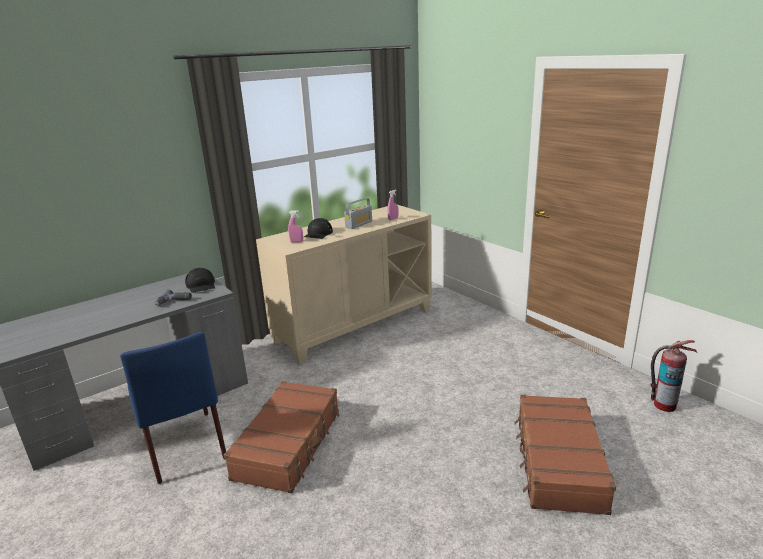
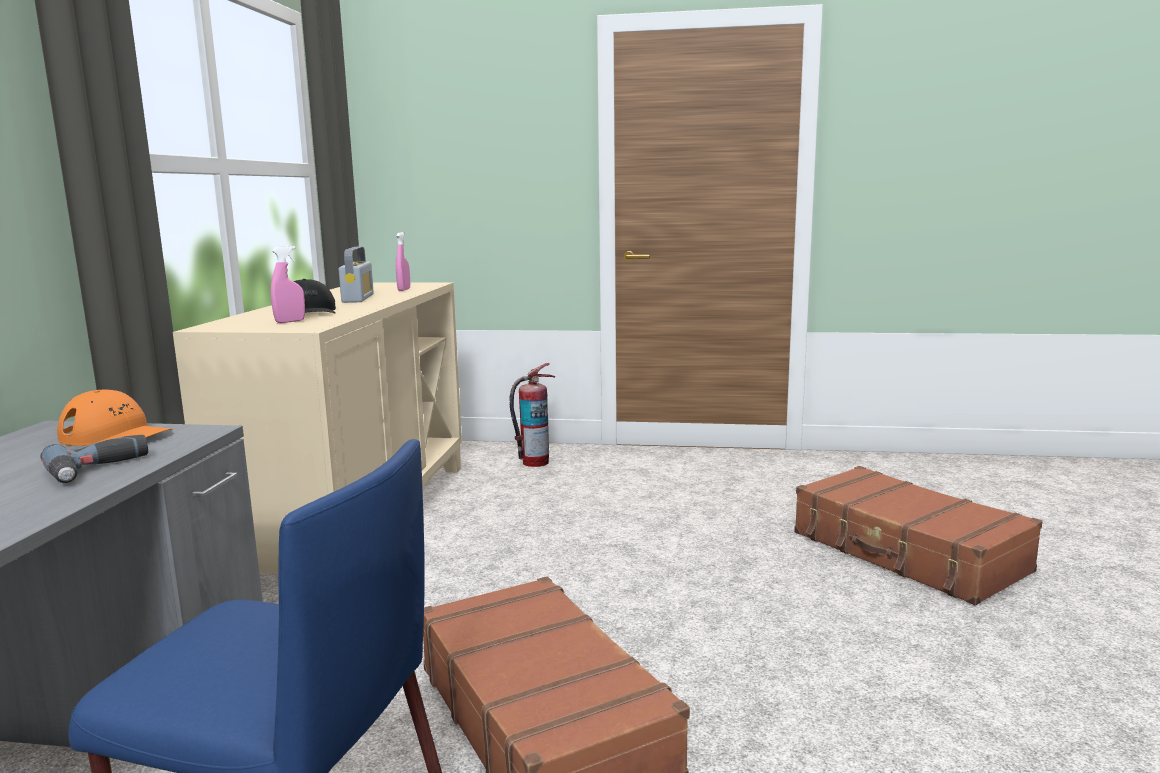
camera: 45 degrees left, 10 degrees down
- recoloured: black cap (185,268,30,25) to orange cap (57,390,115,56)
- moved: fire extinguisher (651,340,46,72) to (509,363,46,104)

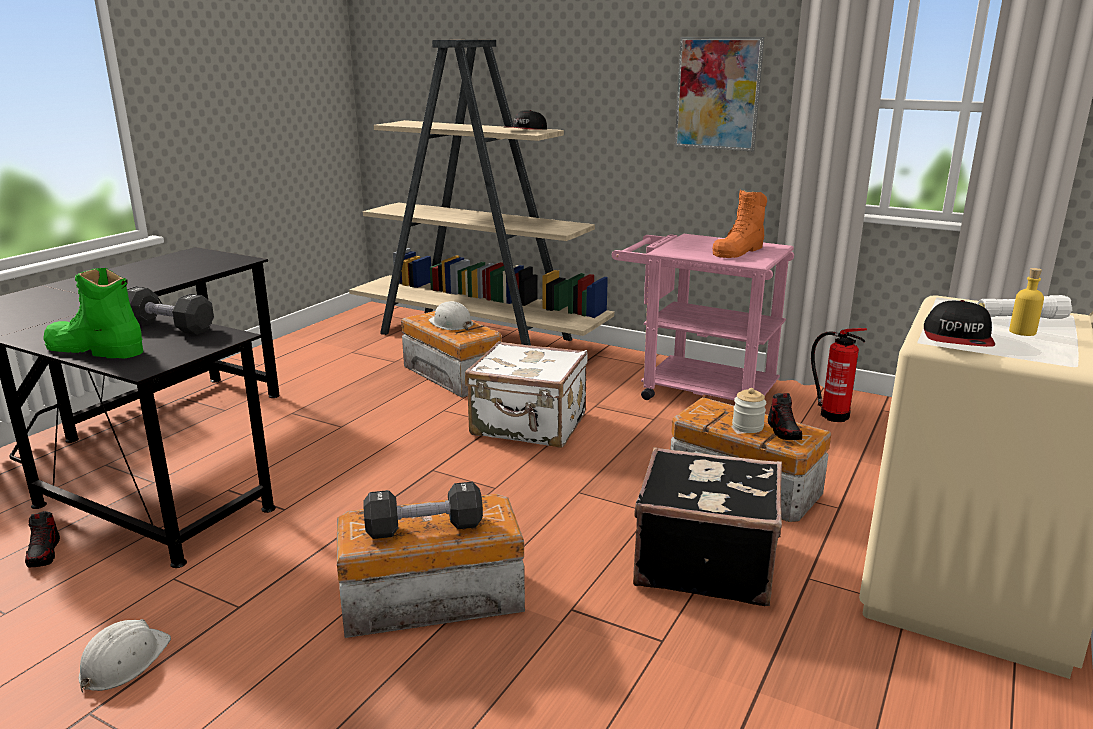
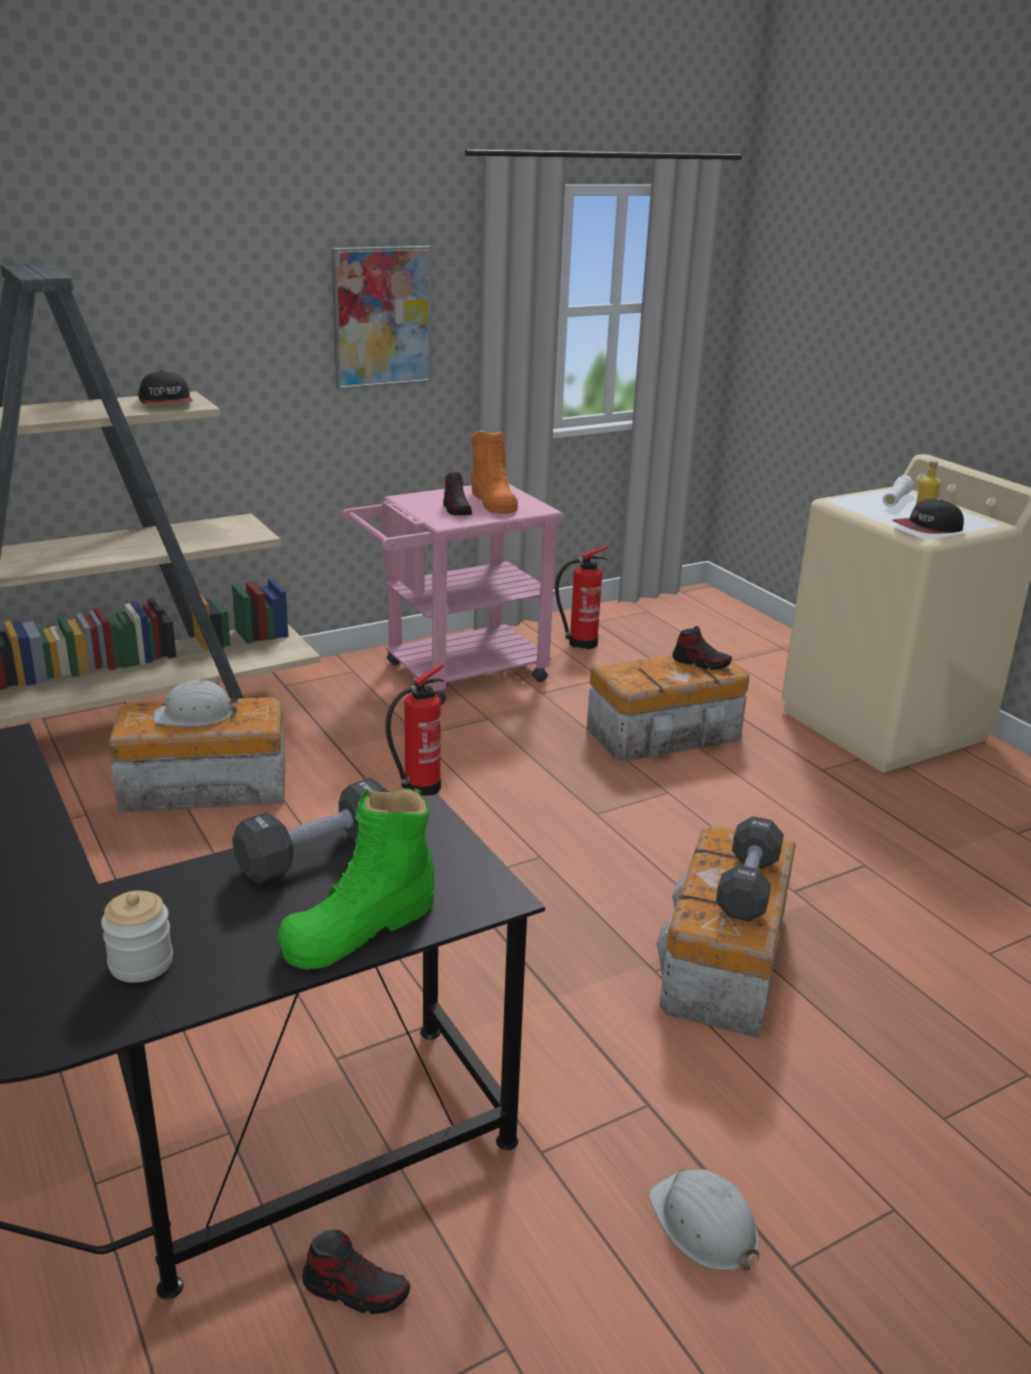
camera: 60 degrees left, 5 degrees up
- turned: cap (924,300,71,47) = (892,499,72,35) 105 degrees clockwise
- replaced: white suitcase (465,341,123,107) to fire extinguisher (386,664,58,132)
- moved: jar (732,388,34,45) to (101,890,72,93)
- removed: black suitcase (633,447,149,159)
- added: shoe (443,472,29,44)

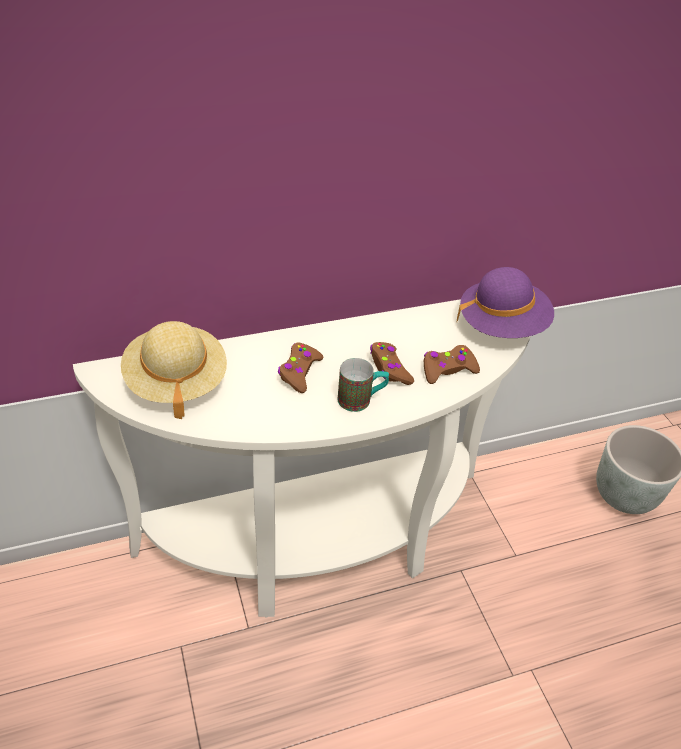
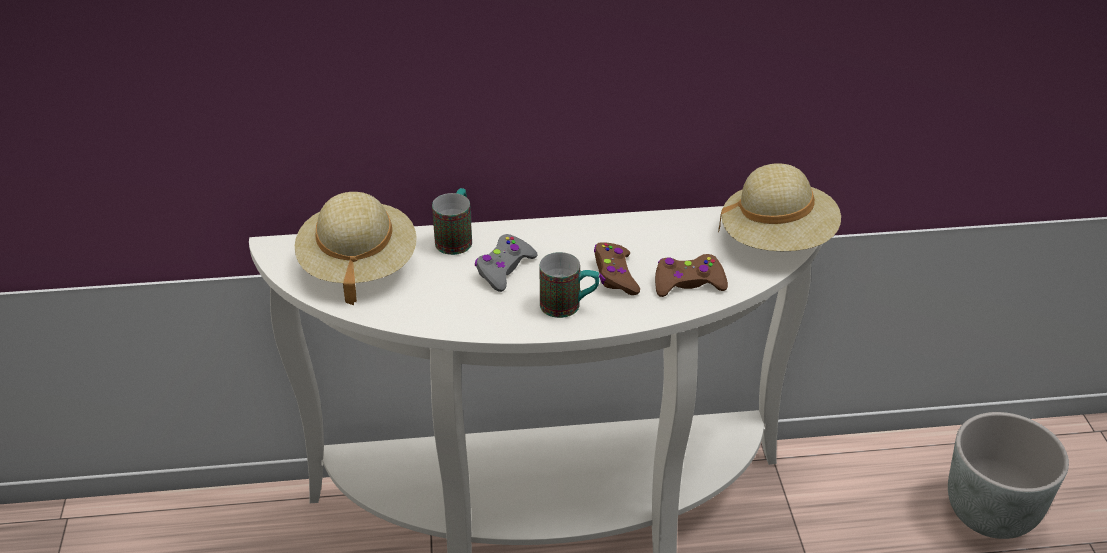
camera: 15 degrees right, 5 degrees down
- recoloured: purple hat (456,267,98,71) to beige hat (718,163,123,88)
- recoloured: brown game controller (278,342,45,51) to grey game controller (475,234,63,58)
- added: mug (432,188,40,67)

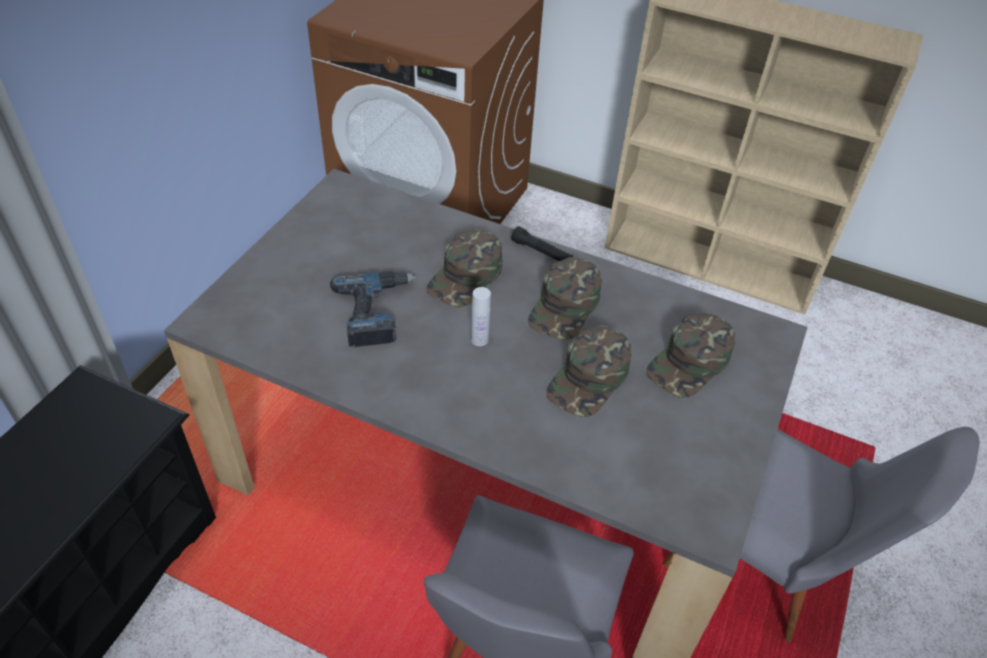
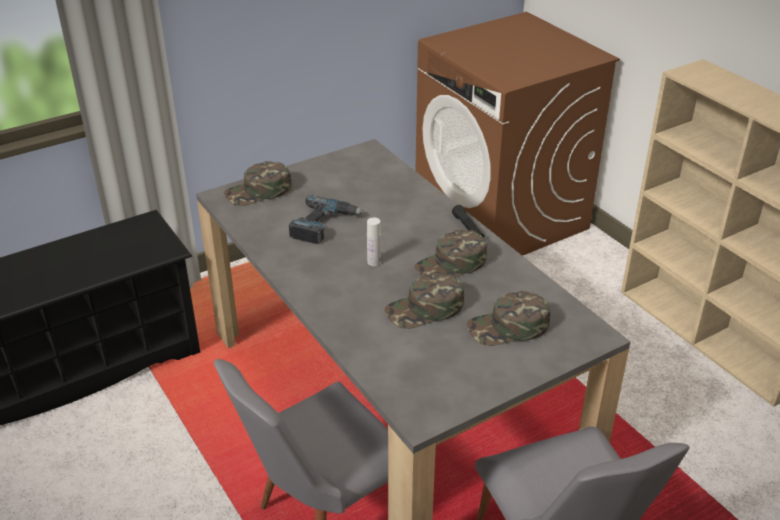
camera: 35 degrees right, 10 degrees down
- moved: green cap (426,229,77,78) to (224,161,68,45)

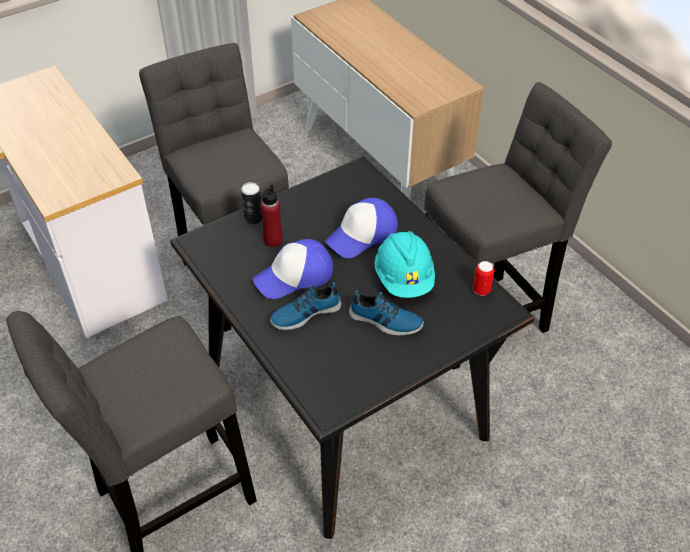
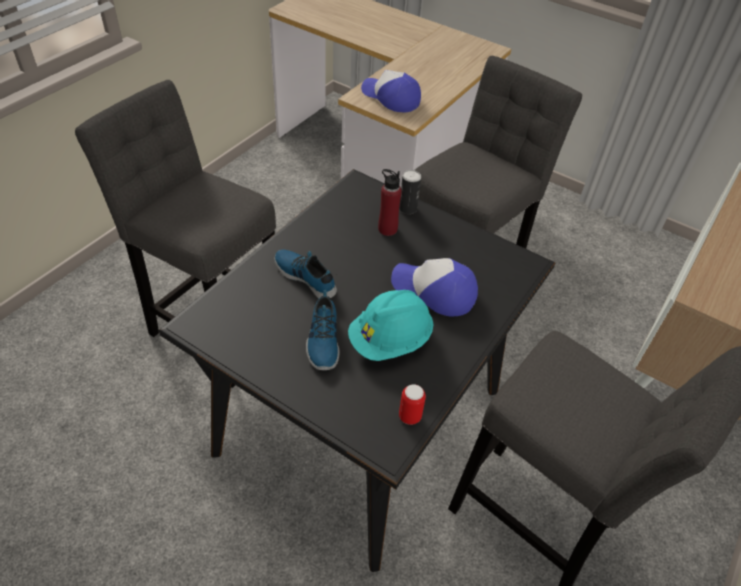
camera: 65 degrees right, 0 degrees up
- moved: cap (253,239,80,60) to (361,70,60,42)

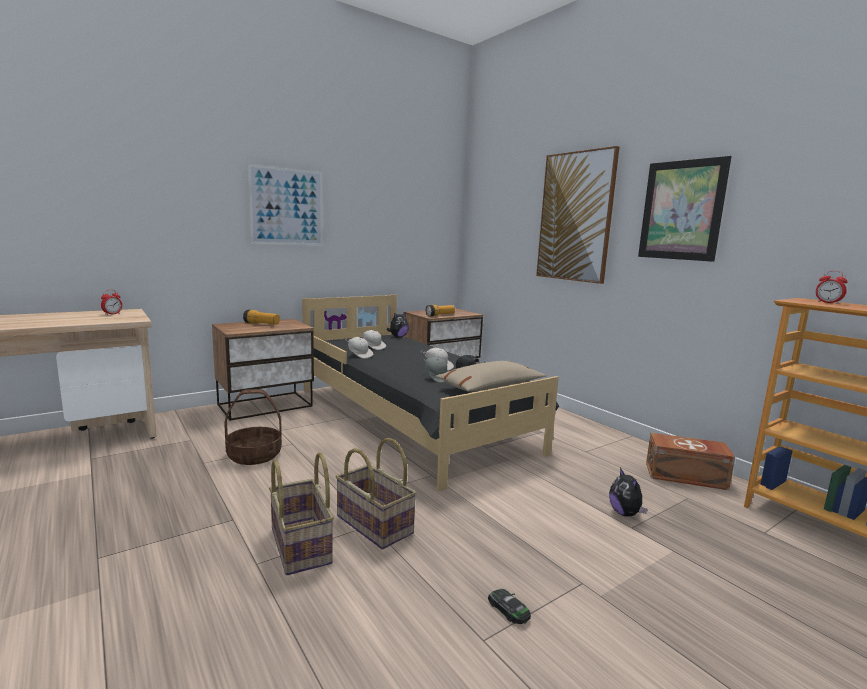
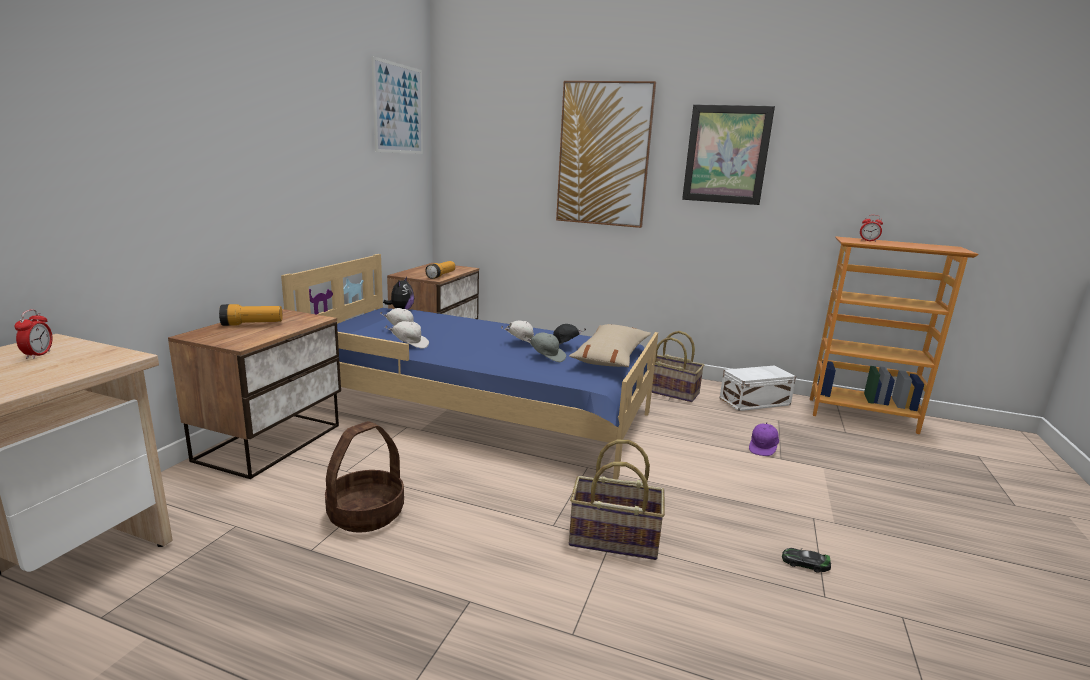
camera: 35 degrees left, 5 degrees up
- moved: picture (248,164,75,82) to (371,56,52,98)
- recoloured: black bed (302,294,257,198) to blue bed (281,254,377,226)
- recoloured: brown storage box (646,433,89,57) to white storage box (719,365,77,46)
- moved: basket (269,452,65,123) to (652,331,52,71)
- replaced: plush toy (609,468,39,48) to purple cap (749,423,30,33)

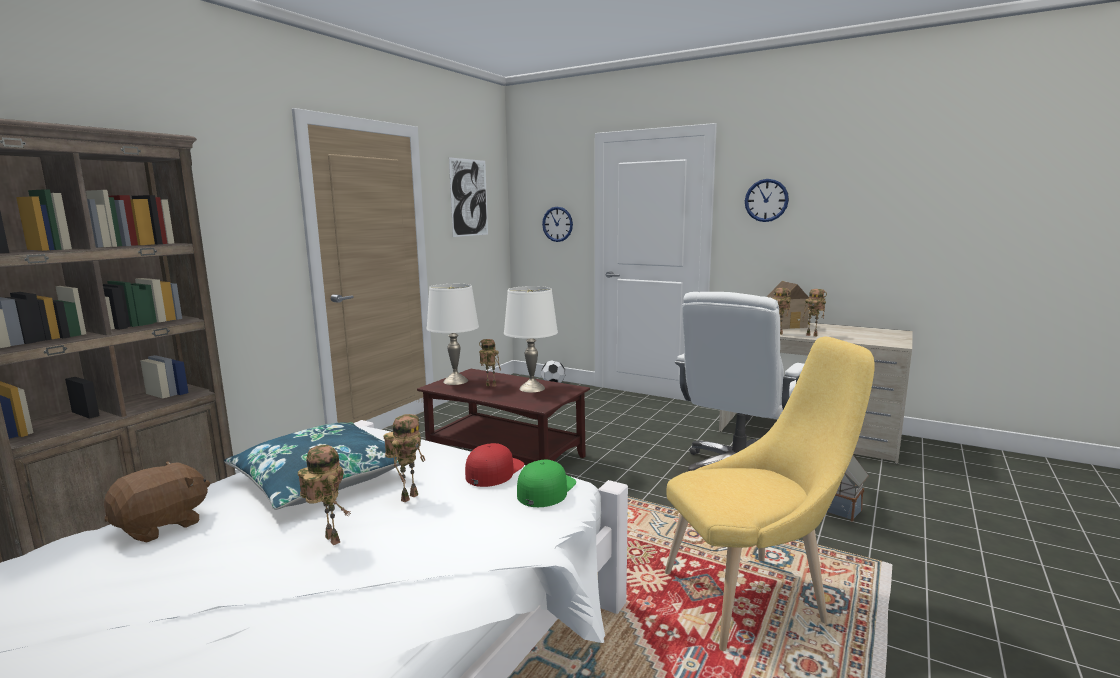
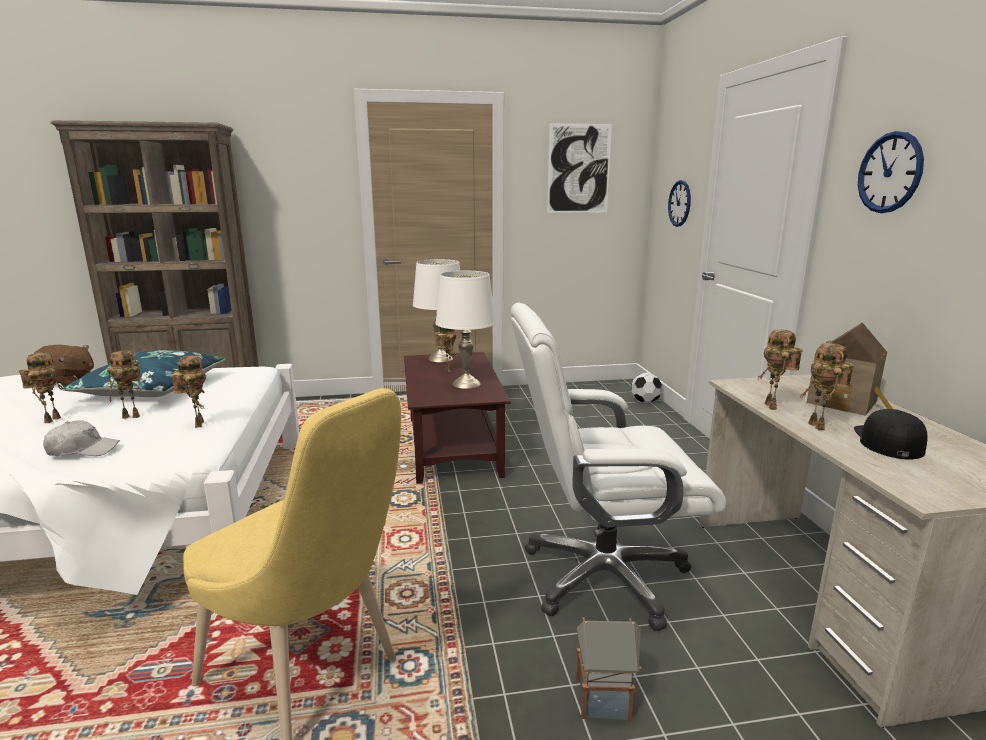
camera: 50 degrees right, 5 degrees up
- replaced: red cap (465,443,59,44) to toy robot (171,355,35,73)
- removed: green cap (517,460,59,47)
- added: black cap (854,409,74,50)
- added: white cap (43,420,77,36)

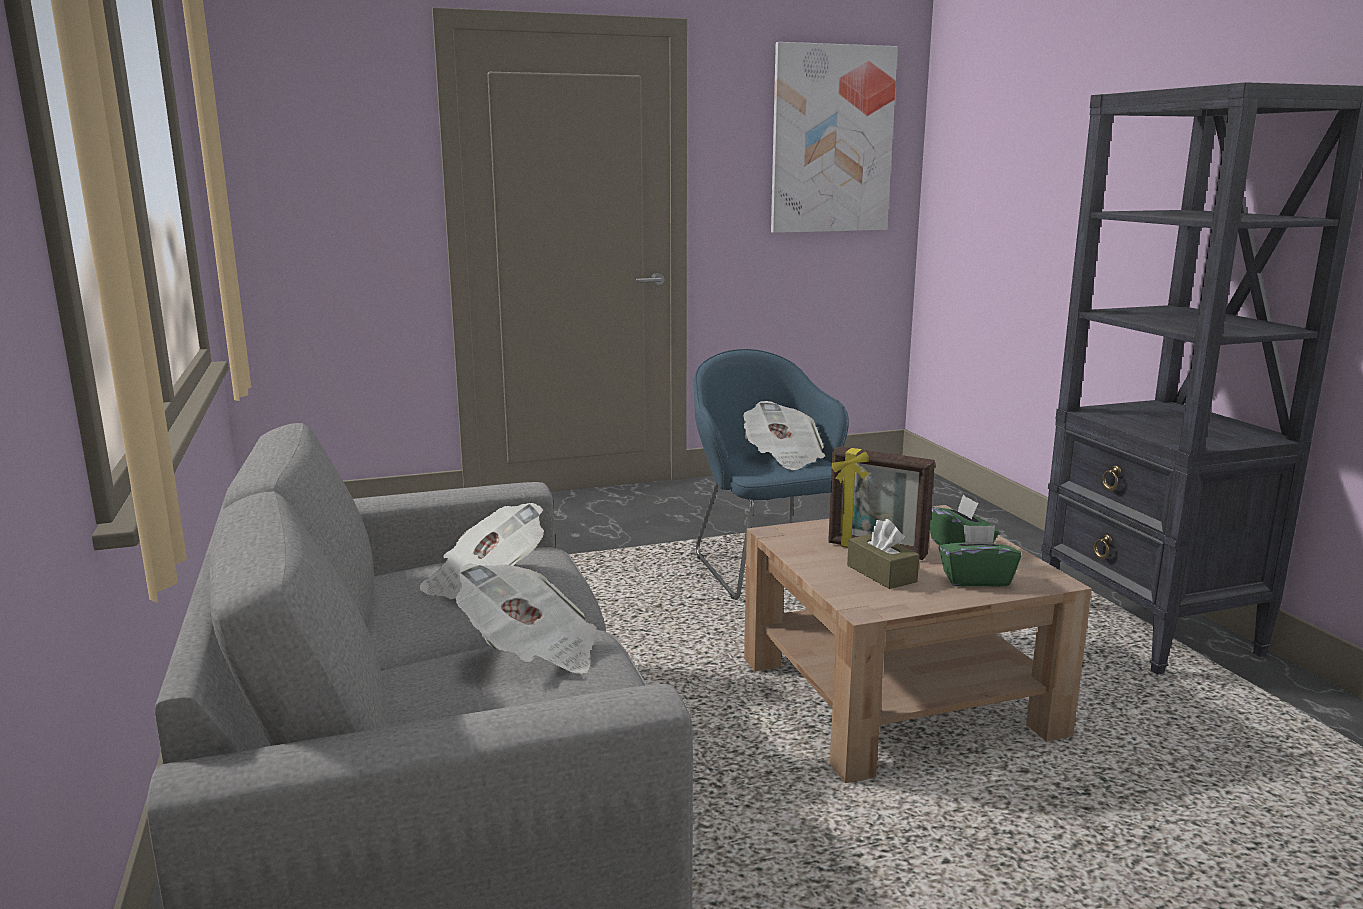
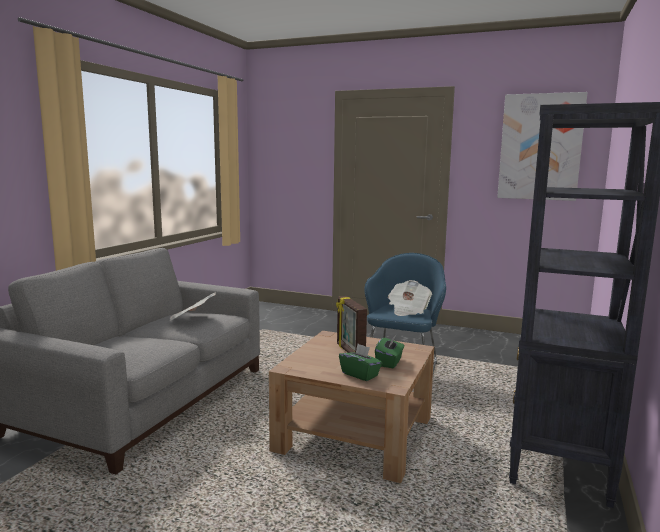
camera: 40 degrees right, 5 degrees down
- removed: brown tissue box (847,519,72,70)
- removed: newspaper (455,564,142,110)

